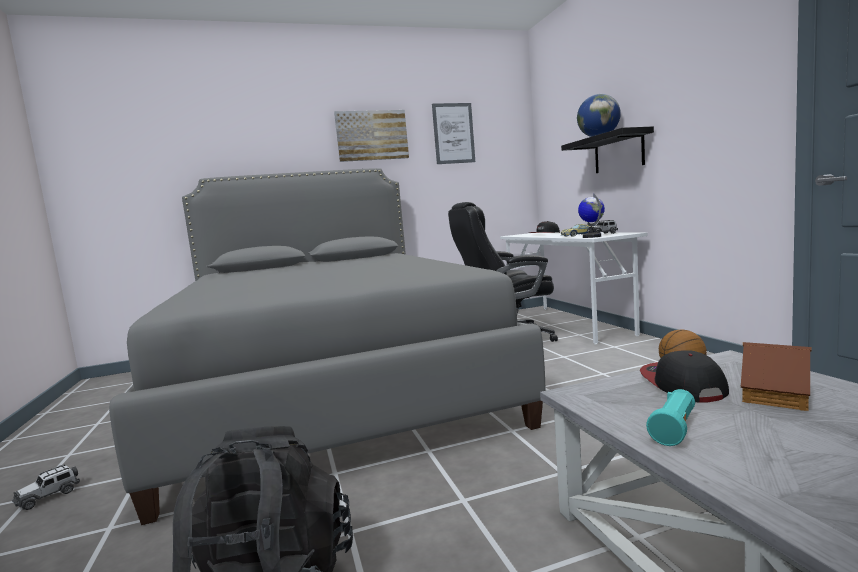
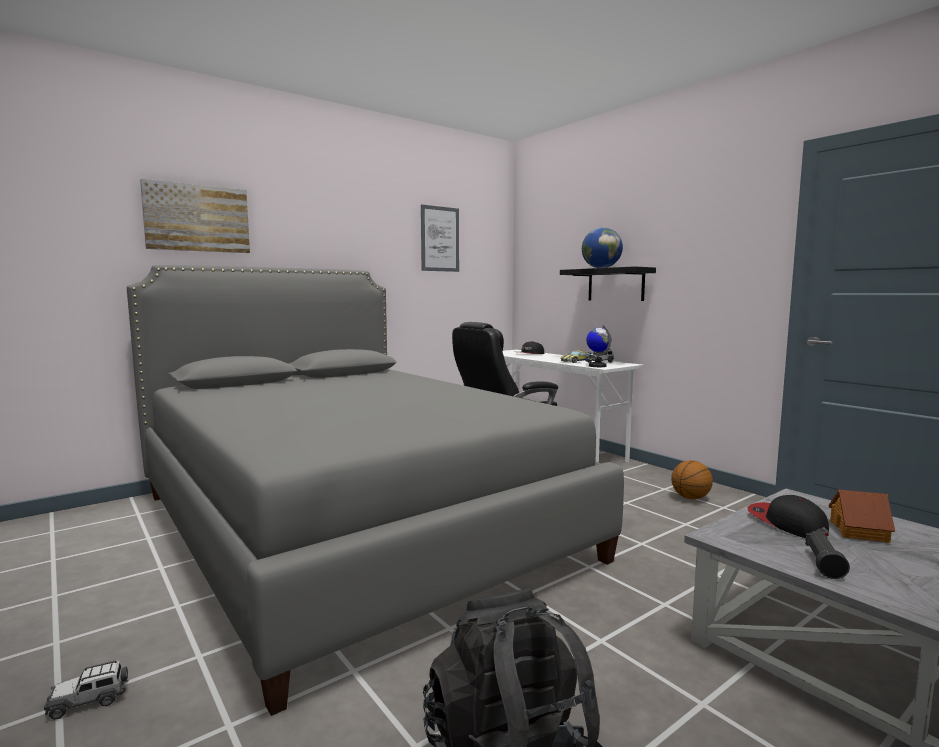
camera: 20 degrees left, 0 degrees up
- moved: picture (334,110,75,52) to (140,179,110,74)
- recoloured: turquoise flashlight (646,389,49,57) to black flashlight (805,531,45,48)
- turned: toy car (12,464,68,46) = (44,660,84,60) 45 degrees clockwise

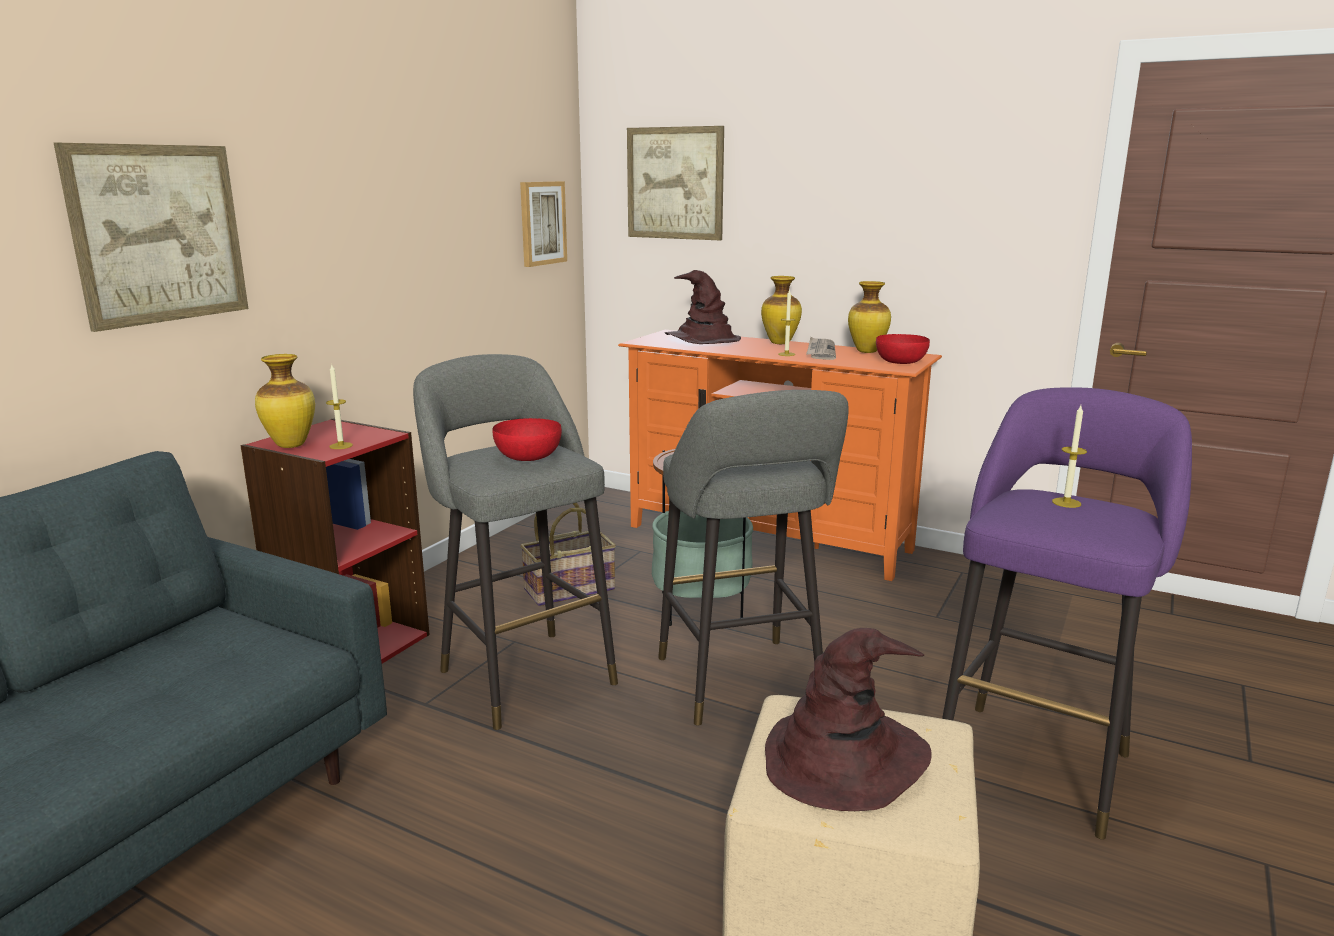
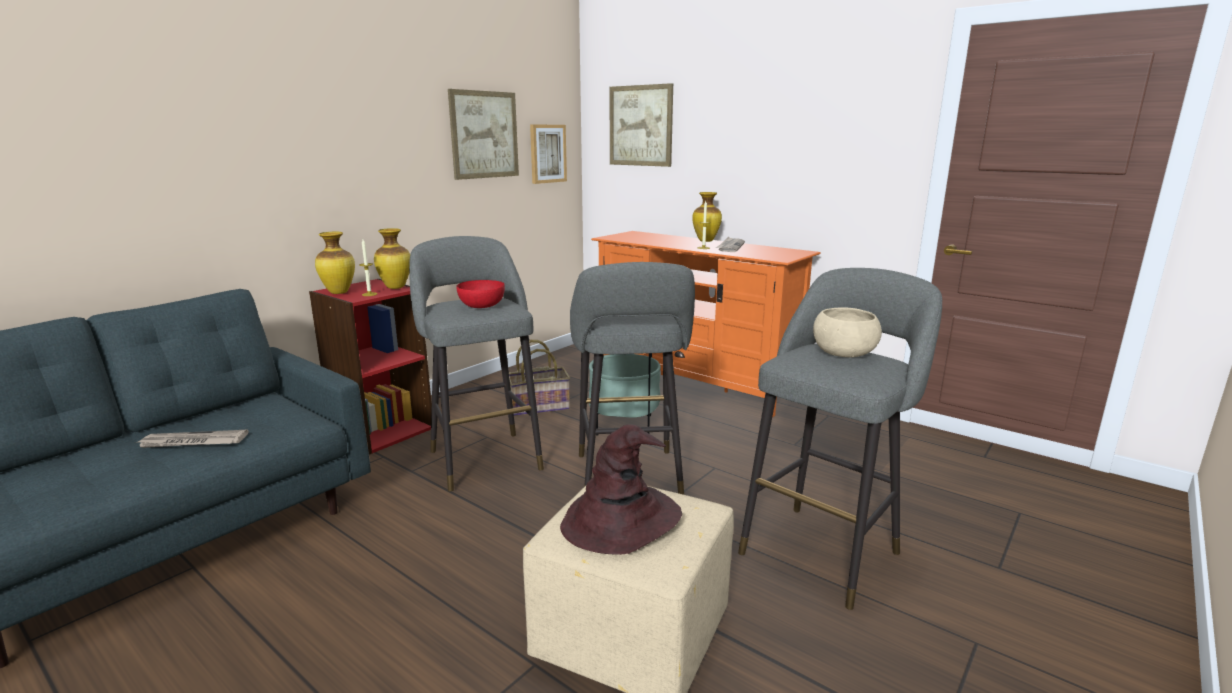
camera: 10 degrees right, 0 degrees up
- moved: picture (54,143,195,189) to (448,89,71,91)
- removed: brown hat (665,270,76,74)
- moved: vase (848,281,43,72) to (374,228,36,61)
- removed: red bowl (876,334,54,30)
- recoloured: purple stool (942,387,250,453) to grey stool (738,268,204,342)
- replaced: candle (1052,405,35,103) to beige bowl (813,308,69,50)
- added: newspaper (138,429,111,19)

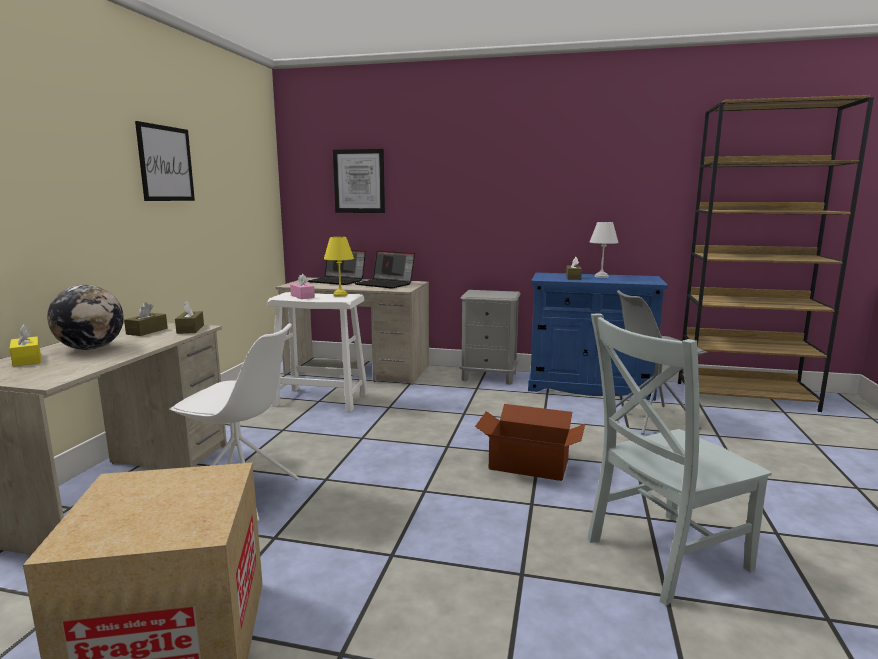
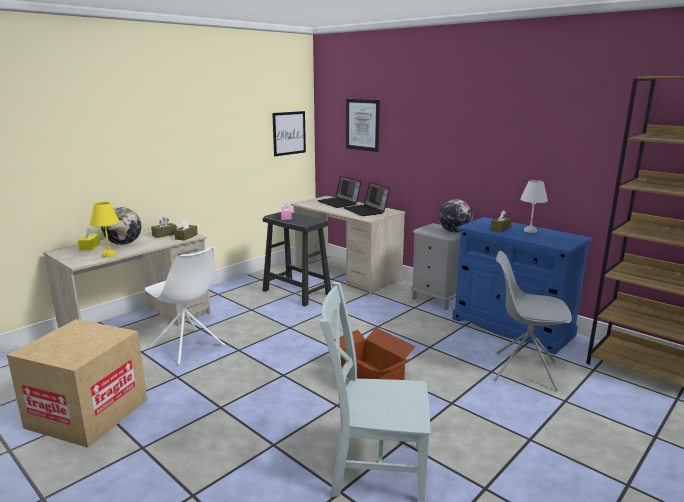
camera: 30 degrees right, 5 degrees up
- moved: picture (135,121,60,80) to (272,111,34,45)
- moved: yellow table lamp (324,237,30,59) to (90,202,30,55)
- recoloured: white stool (267,292,101,120) to black stool (263,212,68,95)
- added: globe (439,199,34,34)

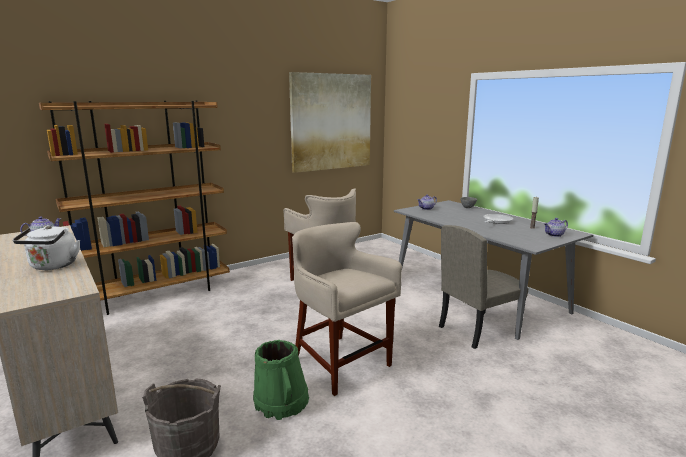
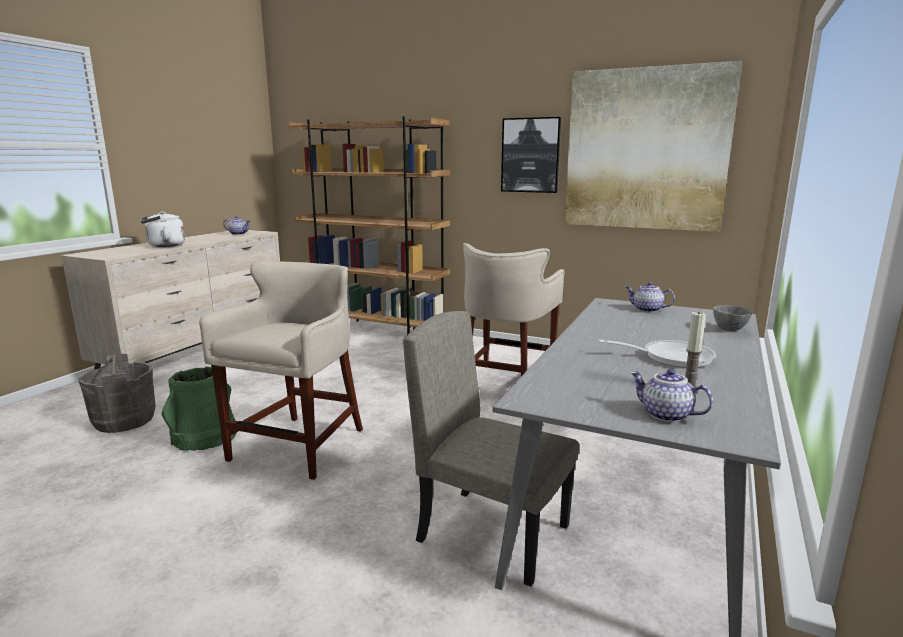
camera: 60 degrees right, 0 degrees up
- added: picture (501,117,60,76)

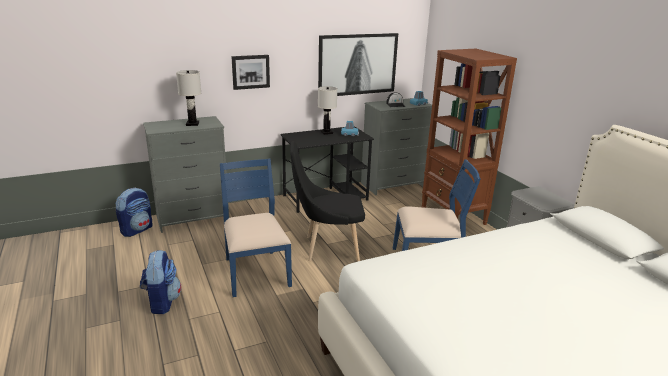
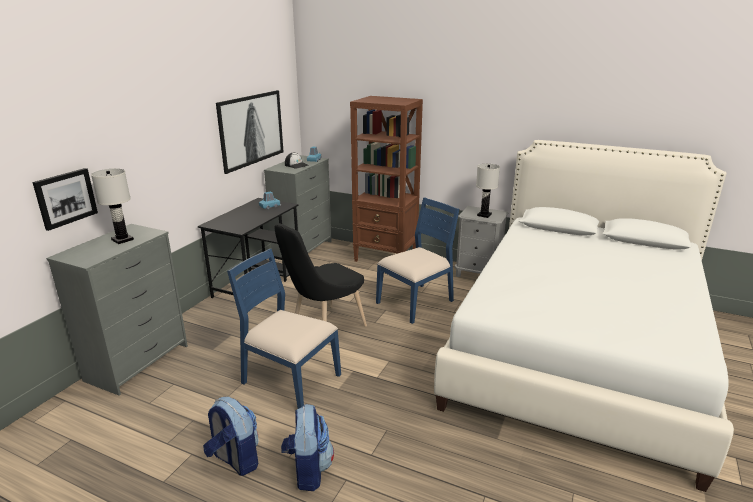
camera: 40 degrees left, 0 degrees up
- moved: picture (231,55,39,35) to (32,168,66,63)
- moved: white table lamp (318,86,19,49) to (476,164,24,54)
- moved: backpack (115,188,37,49) to (281,404,53,87)

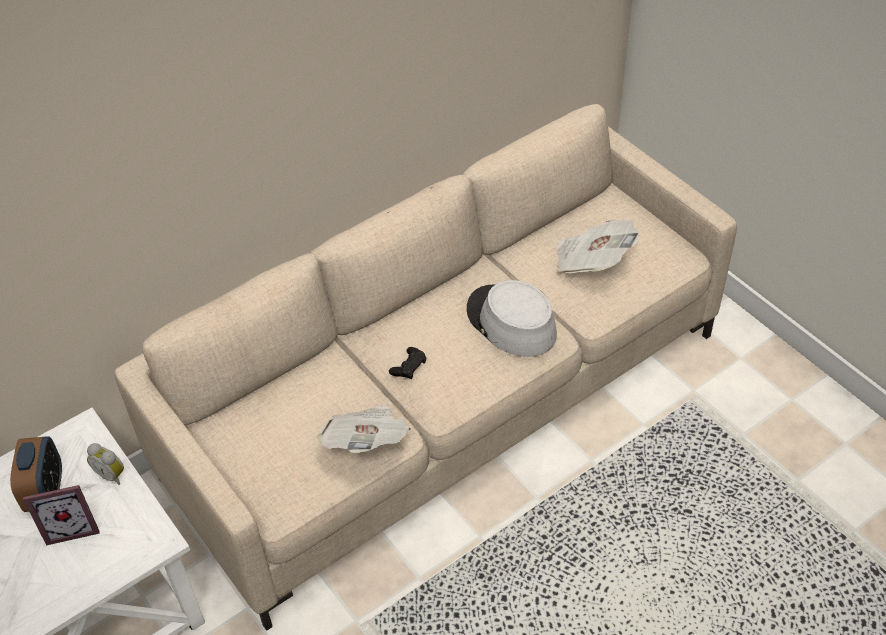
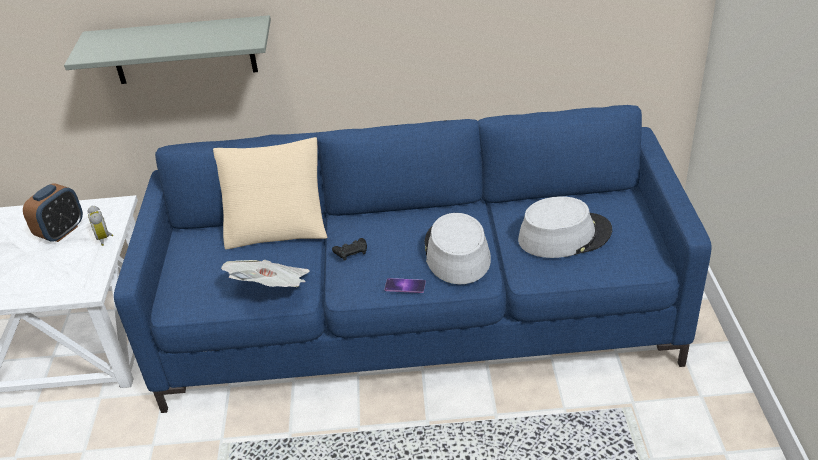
camera: 35 degrees right, 10 degrees down
- recoloured: beige sofa (114,104,623,527) to blue sofa (114,105,598,308)
- replaced: newspaper (557,220,83,53) to grey hat (518,196,94,62)
- removed: picture frame (23,485,77,60)
- added: grey shelf (64,15,207,69)
- added: beige pillow (213,137,114,112)
- added: phone (384,278,42,15)

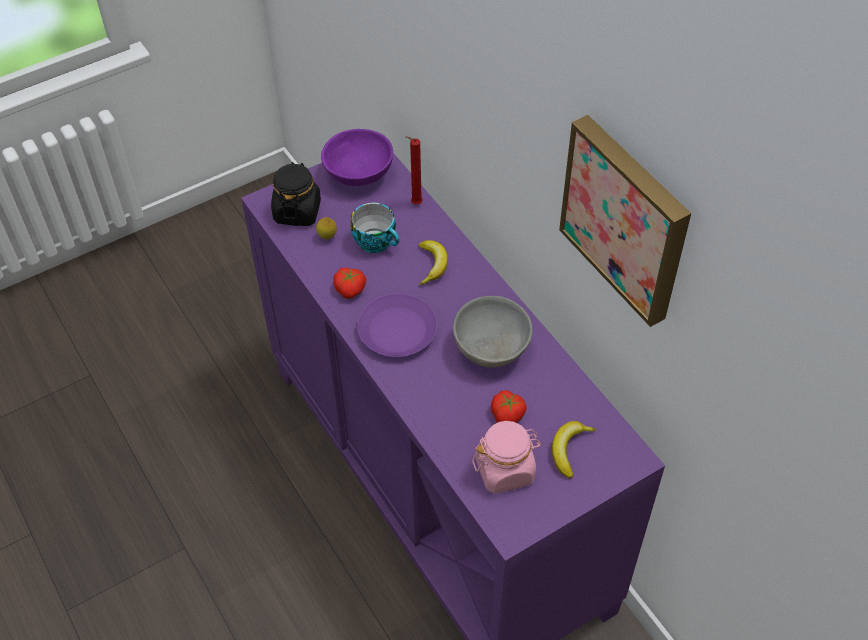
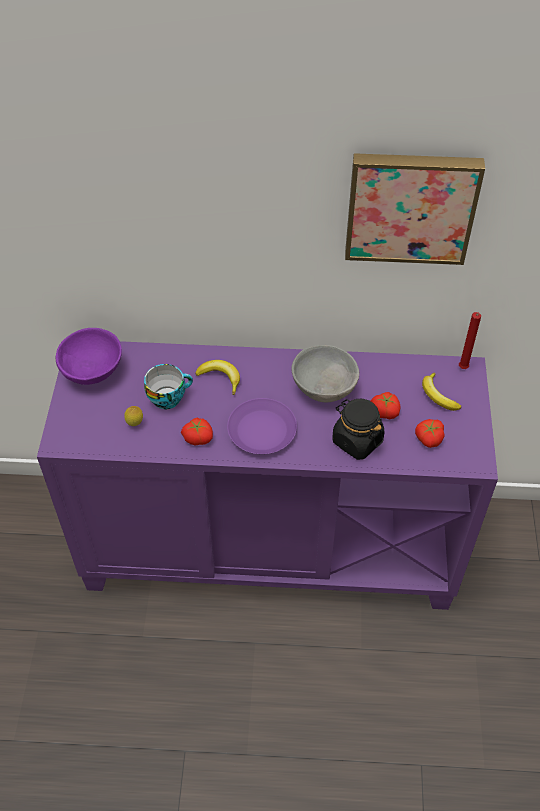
camera: 55 degrees left, 0 degrees up
- moved: red candle (405,136,18,68) to (459,312,22,57)
- moved: black jar (271,162,50,64) to (332,399,53,61)
- replaced: pink jar (472,421,70,73) to tomato (415,419,30,29)

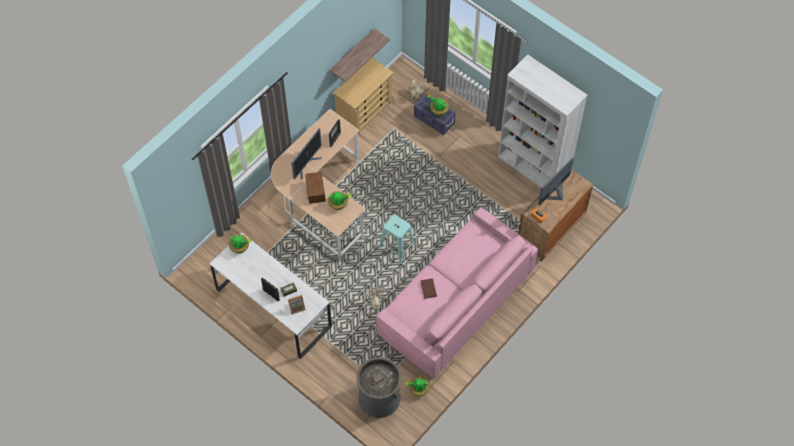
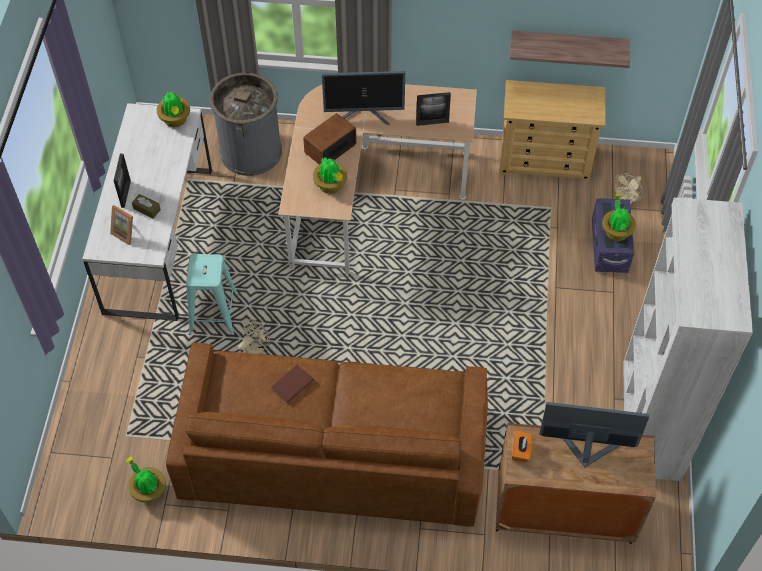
camera: 55 degrees right, 5 degrees down
- recoloured: pink sofa (376,207,162,172) to brown sofa (166,343,322,184)
- moved: turquoise stool (378,215,38,49) to (186,254,53,82)
- moved: grey trash can (356,357,45,61) to (210,73,72,103)

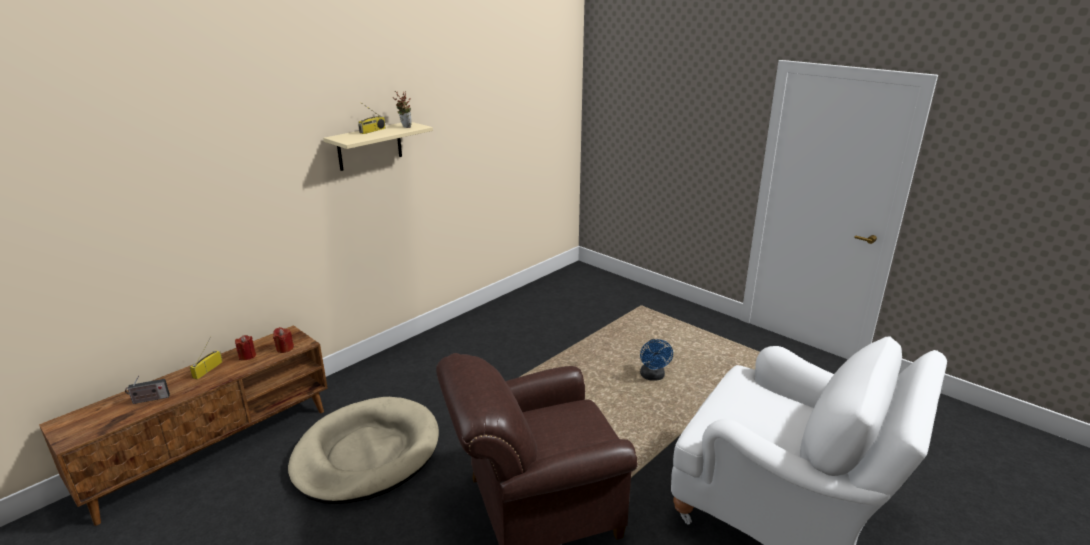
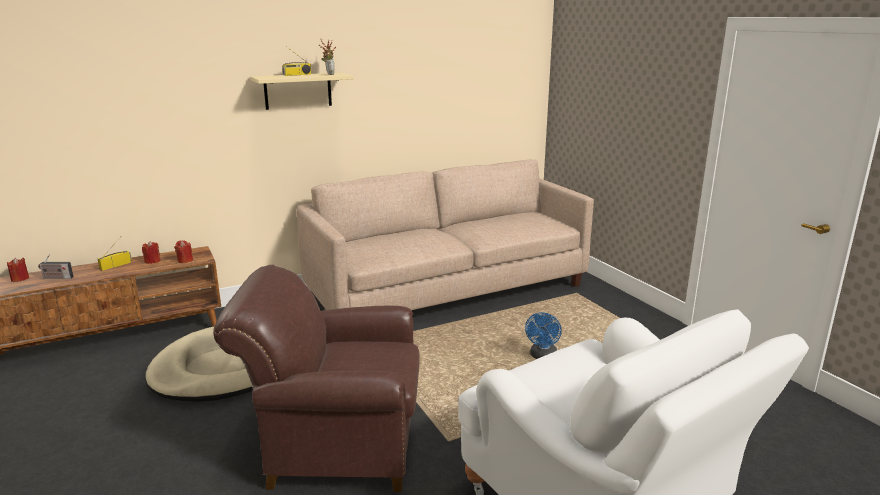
camera: 20 degrees right, 5 degrees down
- added: beige sofa (297,160,297,150)
- added: red candle (7,257,22,25)

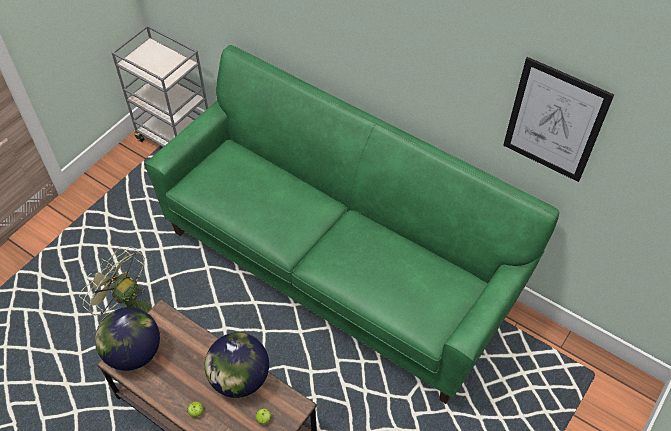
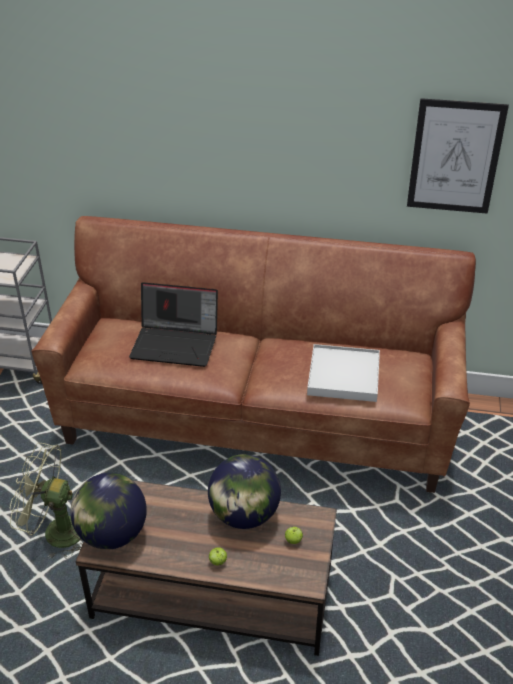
camera: 25 degrees left, 15 degrees down
- recoloured: green sofa (144,45,415,359) to brown sofa (31,216,445,277)
- added: laptop (129,282,89,85)
- added: white tray (307,344,73,58)

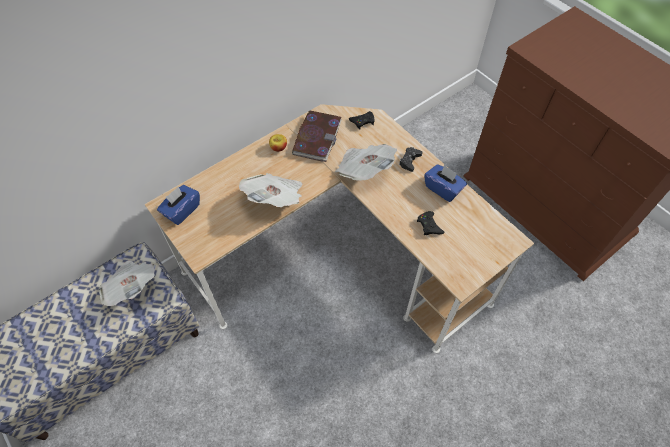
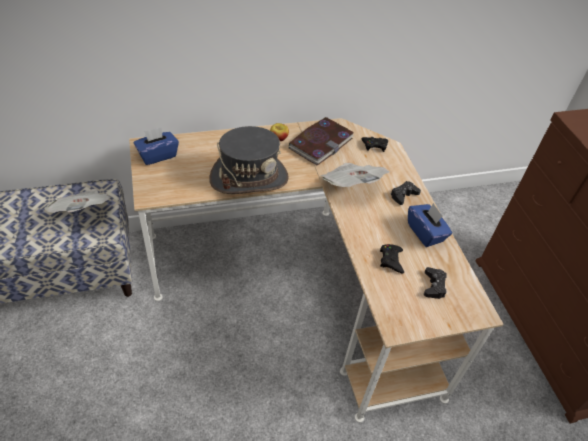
camera: 20 degrees right, 10 degrees down
- replaced: newspaper (239,173,63,34) to grey hat (209,126,80,68)
- added: black game controller (424,267,23,32)

